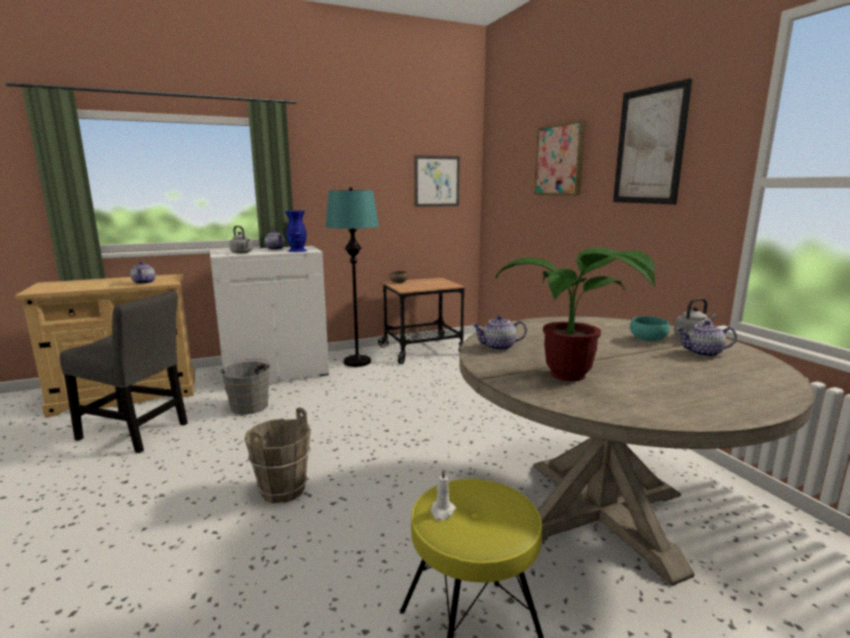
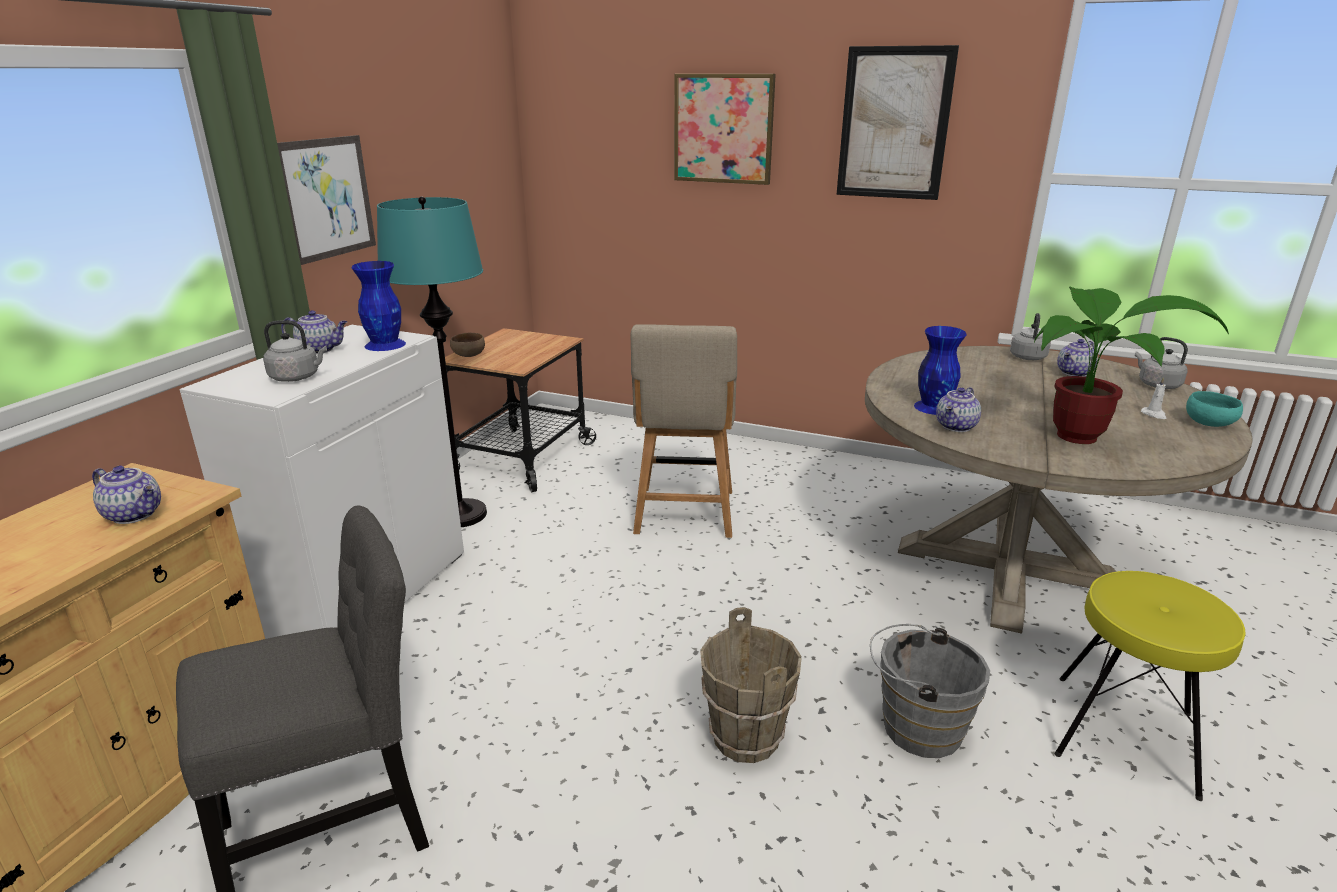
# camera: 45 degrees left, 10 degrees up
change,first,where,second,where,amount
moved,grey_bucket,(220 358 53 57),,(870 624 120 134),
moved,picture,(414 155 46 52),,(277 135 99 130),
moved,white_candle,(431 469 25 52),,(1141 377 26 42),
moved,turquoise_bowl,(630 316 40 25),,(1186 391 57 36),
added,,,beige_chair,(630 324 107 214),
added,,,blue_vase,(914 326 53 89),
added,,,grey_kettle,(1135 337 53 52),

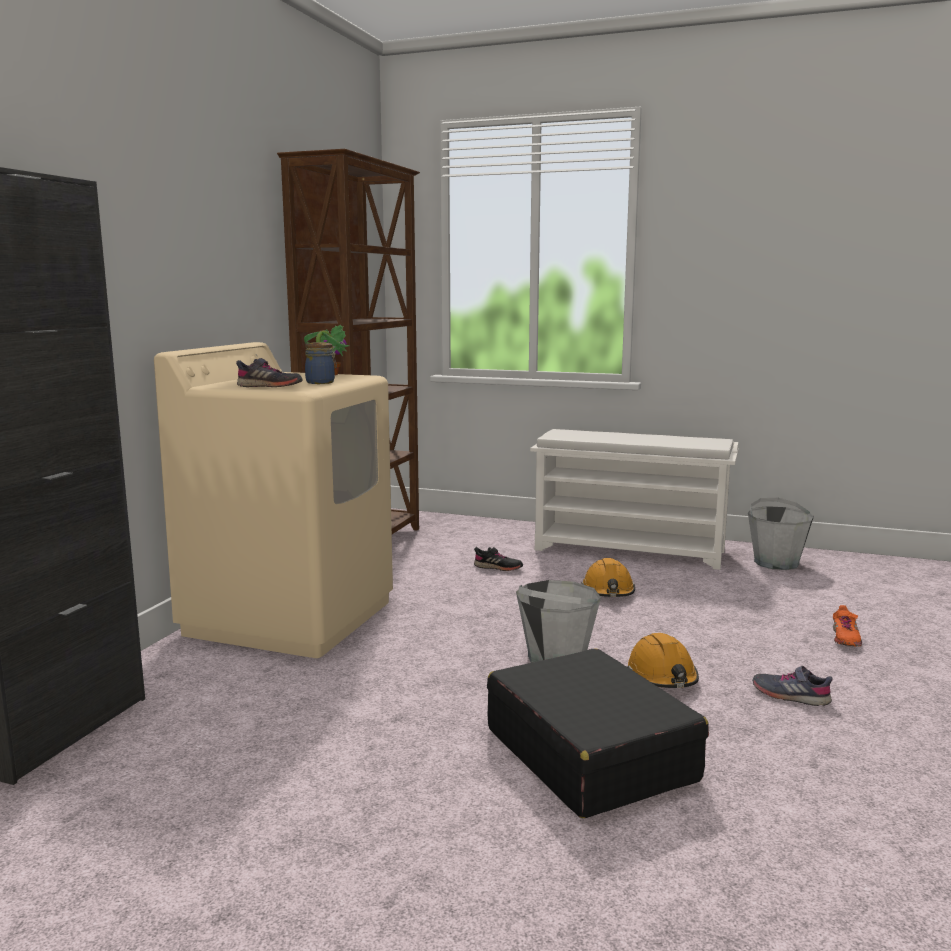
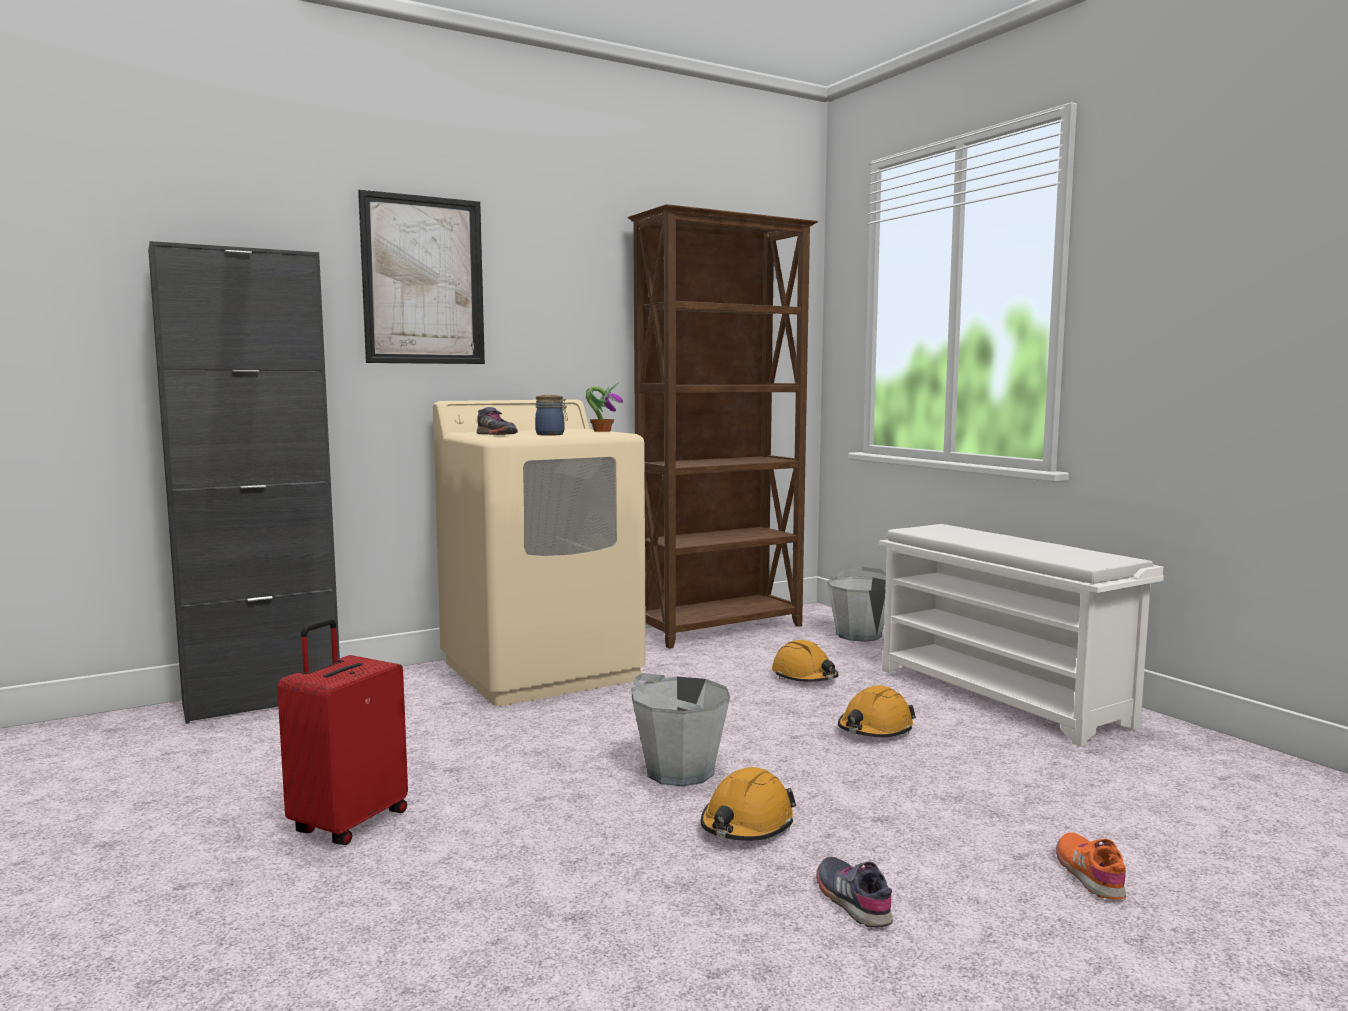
# camera: 40 degrees right, 5 degrees down
change,first,where,second,where,amount
replaced,black_shoe,(474 547 49 24),orange_hard_hat,(772 640 67 42),
removed,black_suitcase,(487 649 222 169),,,
moved,grey_bucket,(748 498 66 72),,(827 567 59 75),
turned,orange_shoe,(833 605 29 41),,(1056 832 71 68),120 degrees clockwise
added,,,red_suitcase,(277 619 131 226),
added,,,picture,(358 189 127 175),

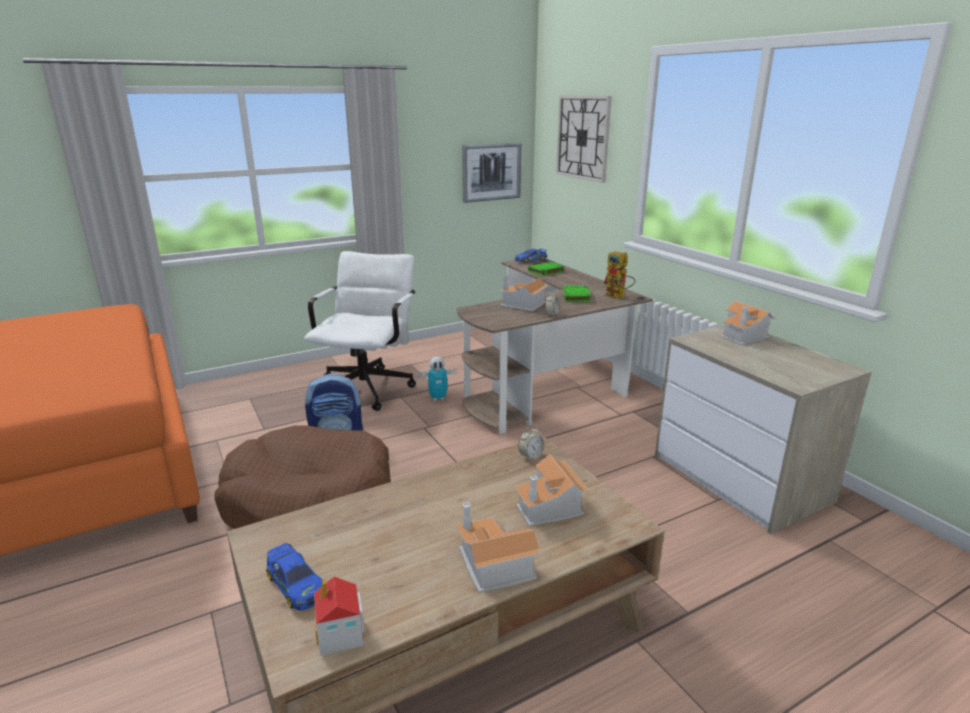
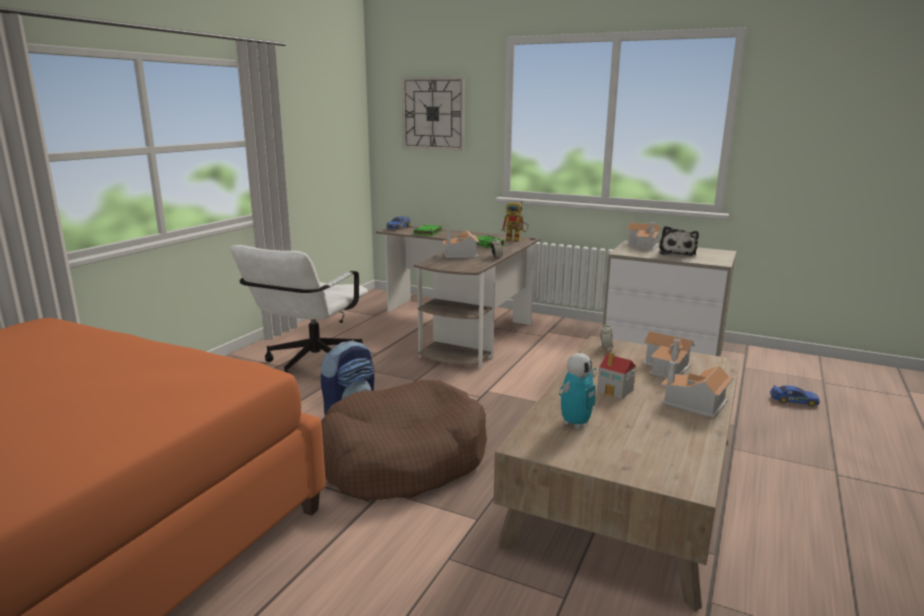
# camera: 35 degrees left, 5 degrees down
change,first,where,second,where,amount
moved,toy_car,(266 543 56 68),,(770 385 50 22),
turned,white_office_chair,(304 251 112 160),,(230 245 138 128),135 degrees counterclockwise
moved,toy_house,(314 577 50 79),,(597 352 39 47),
moved,toy_robot,(418 356 39 45),,(559 353 37 76),
removed,picture,(462 143 59 60),,,
added,,,plush_toy,(659 226 40 30),

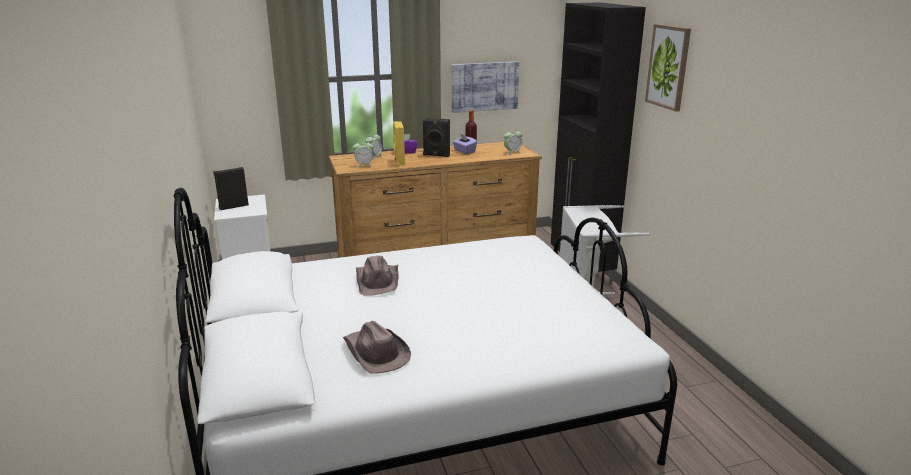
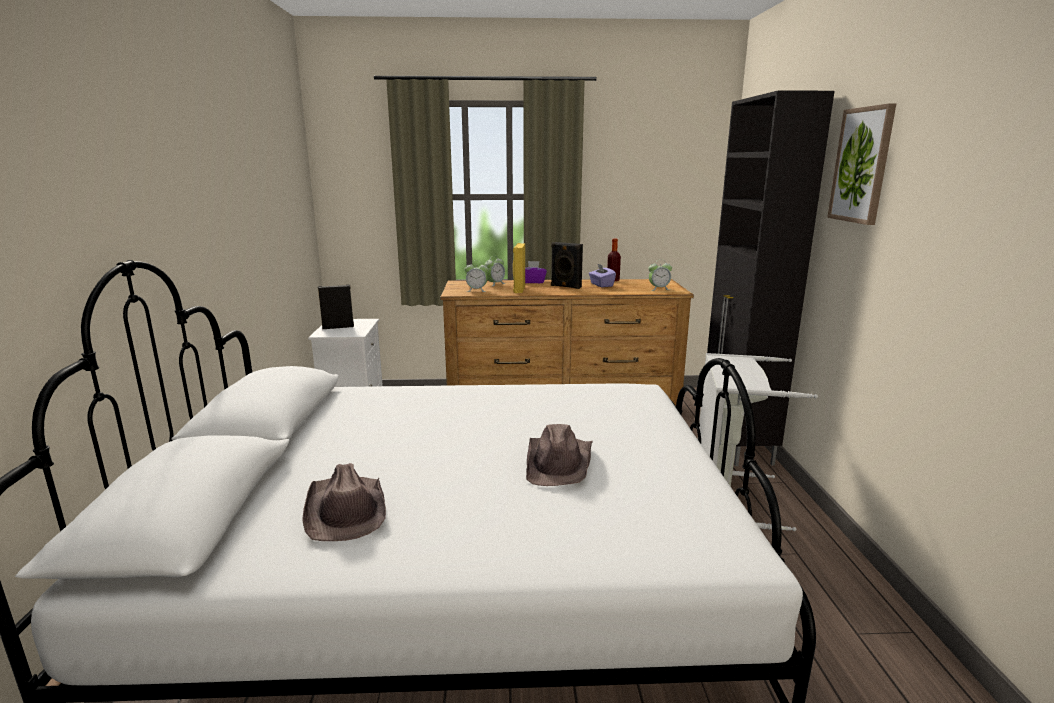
# camera: 15 degrees right, 5 degrees down
change,first,where,second,where,amount
moved,brown_hat,(356 256 43 40),,(526 424 67 62),
removed,picture,(451 62 68 51),,,

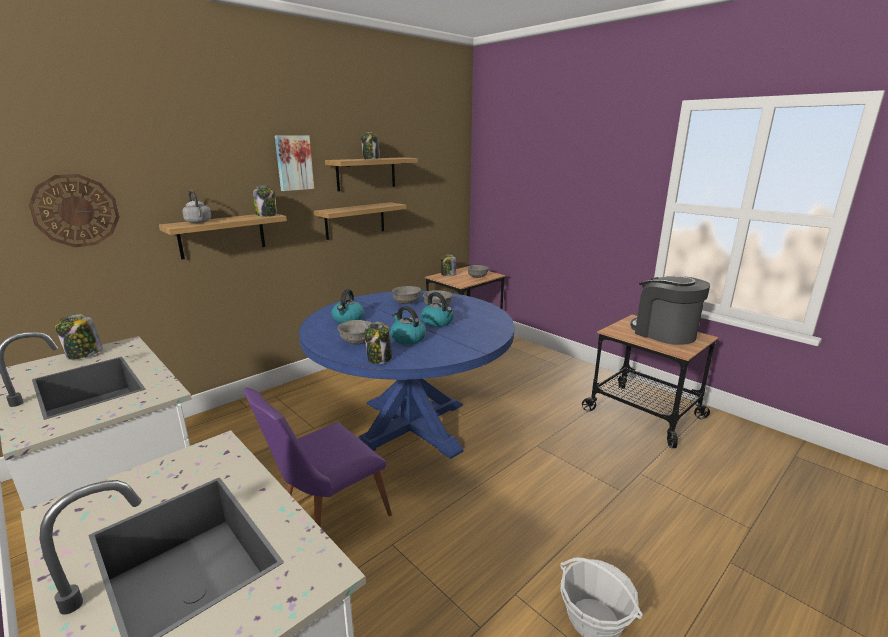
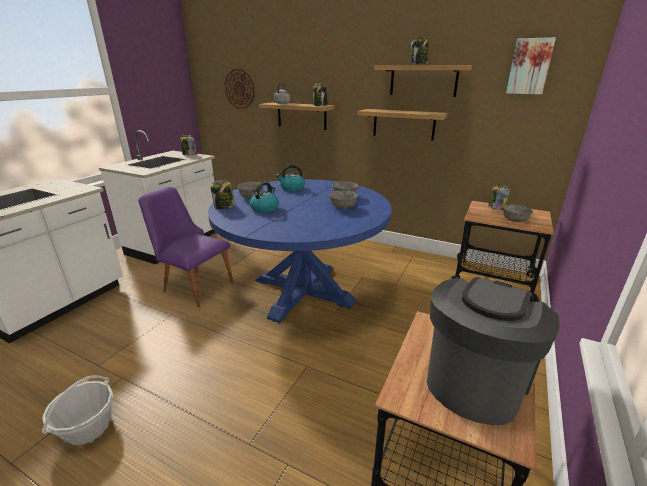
# camera: 70 degrees right, 5 degrees up
change,first,where,second,where,amount
moved,picture,(275 135 39 56),,(506 37 50 57),
removed,kettle,(421 292 33 35),,,

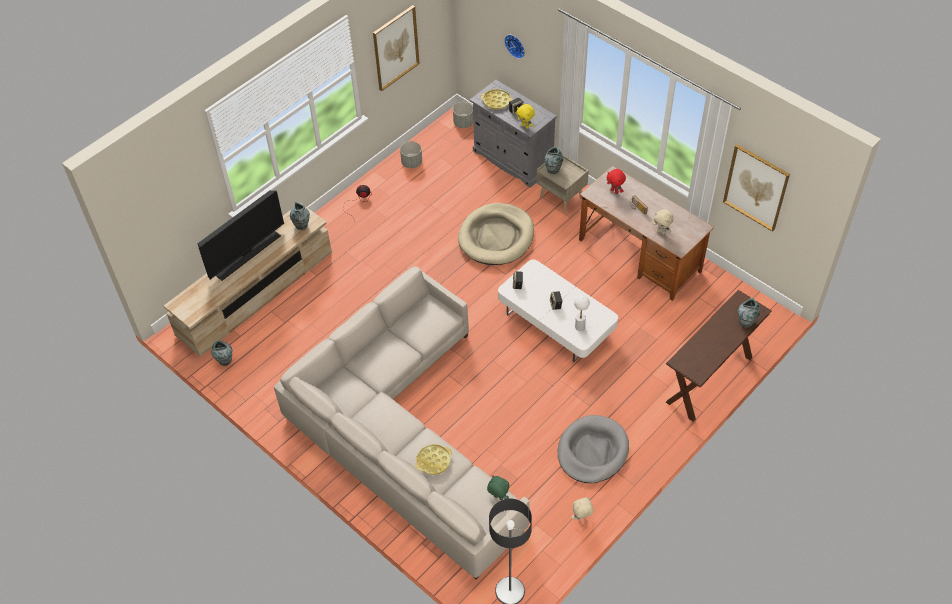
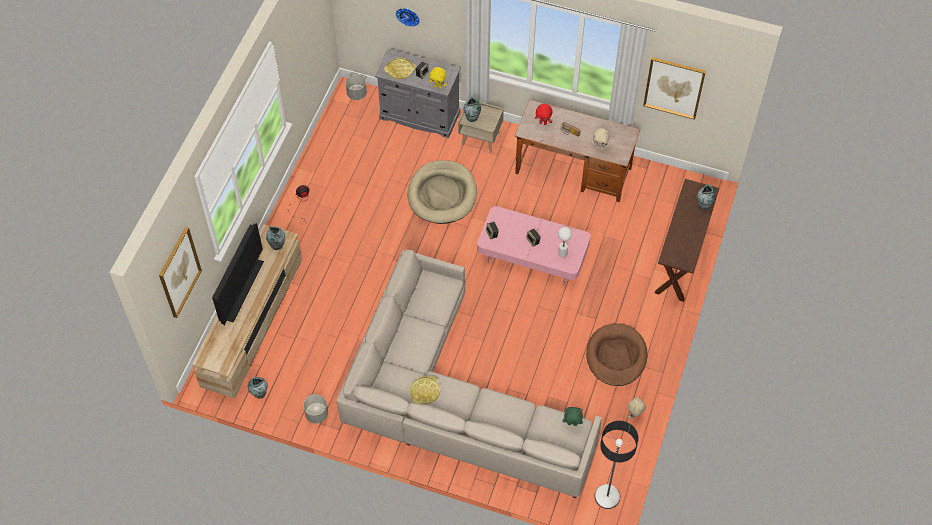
# camera: 25 degrees left, 5 degrees up
change,first,where,second,where,amount
moved,picture,(373 5 47 86),,(159 227 43 91),
moved,grey_planter,(400 141 22 27),,(303 394 25 29),
moved,yellow_tray,(415 444 37 31),,(410 376 30 28),
recoloured,white_coffee_table,(498 259 120 103),pink_coffee_table,(477 206 114 80),
recoloured,grey_dog_bed,(558 415 71 68),brown_dog_bed,(586 323 62 63),

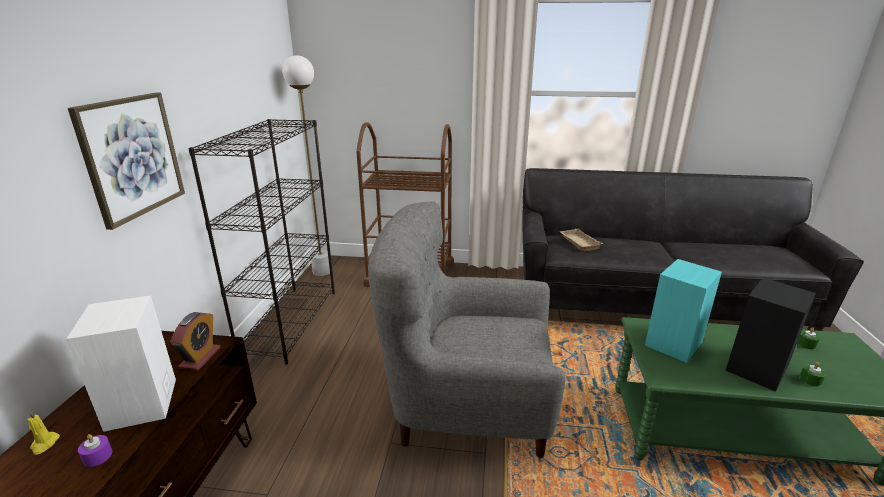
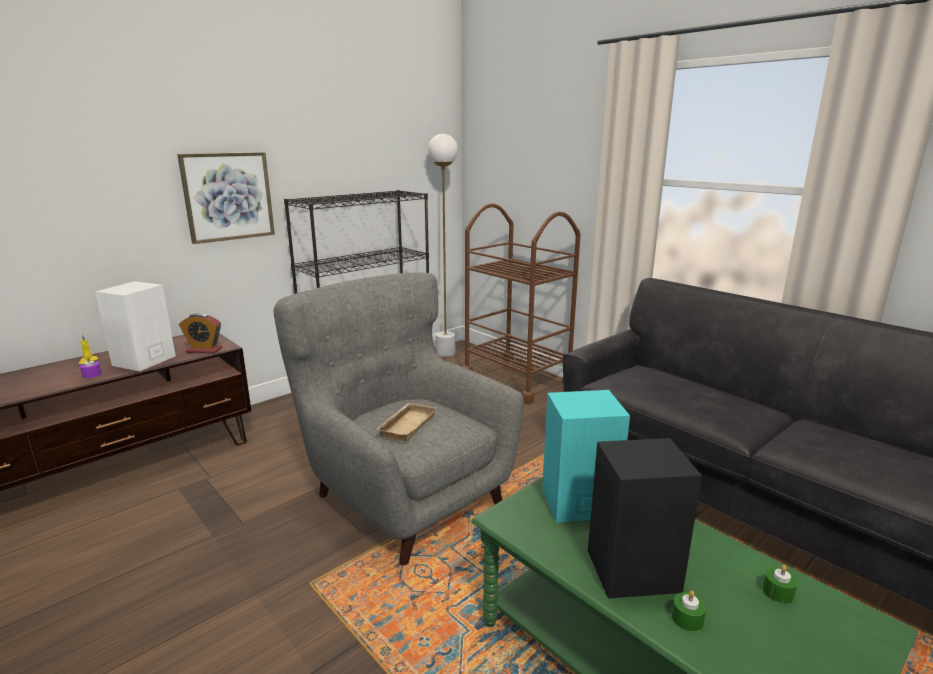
# camera: 40 degrees right, 5 degrees down
change,first,where,second,where,amount
turned,alarm_clock,(170 312 51 59),,(179 313 43 41),45 degrees clockwise
moved,beige_tray,(560 228 43 23),,(376 403 60 39),

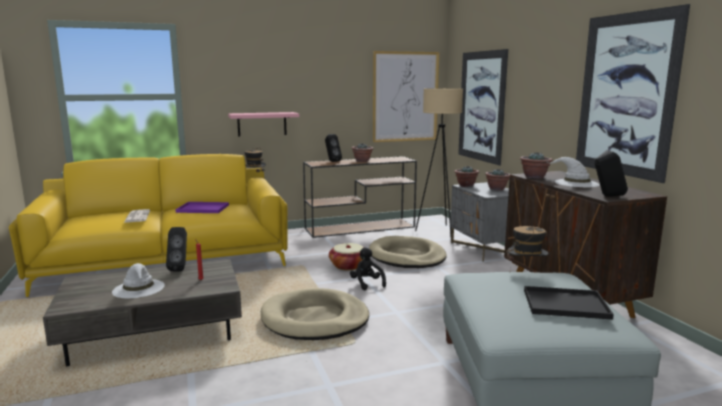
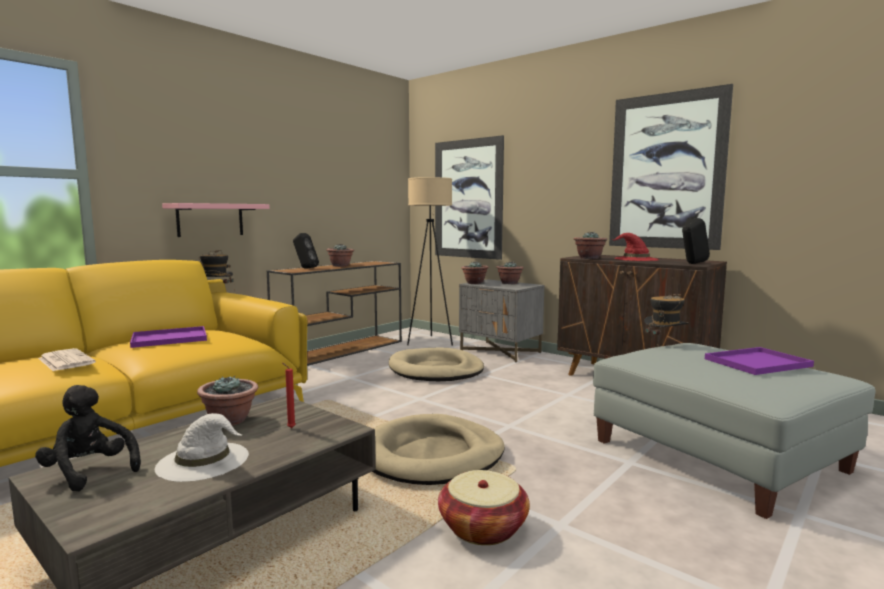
# camera: 30 degrees left, 5 degrees down
change,first,where,second,where,amount
replaced,black_speaker,(166 227 21 44),potted_plant,(197 376 61 50),
moved,basket,(329 243 34 28),,(438 470 92 75),
moved,black_plush_toy,(350 247 36 43),,(35 385 106 106),
removed,picture,(373 51 66 91),,,
recoloured,black_tray,(524 286 90 34),purple_tray,(705 347 109 28),
recoloured,white_hat,(549 157 51 31),red_hat,(611 233 48 28),

